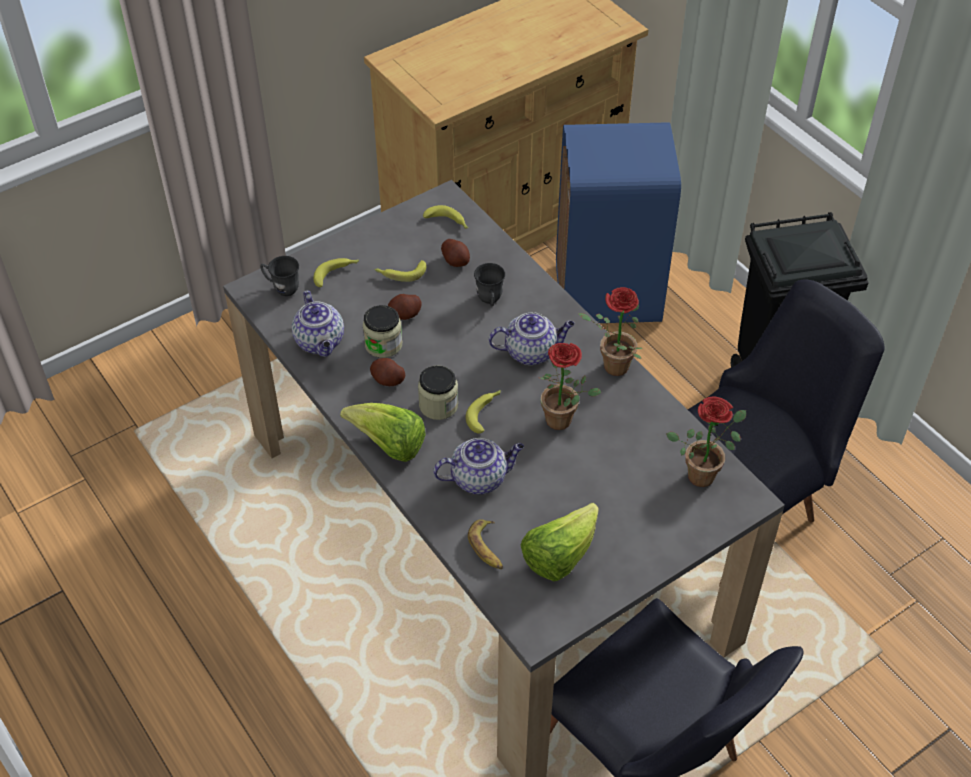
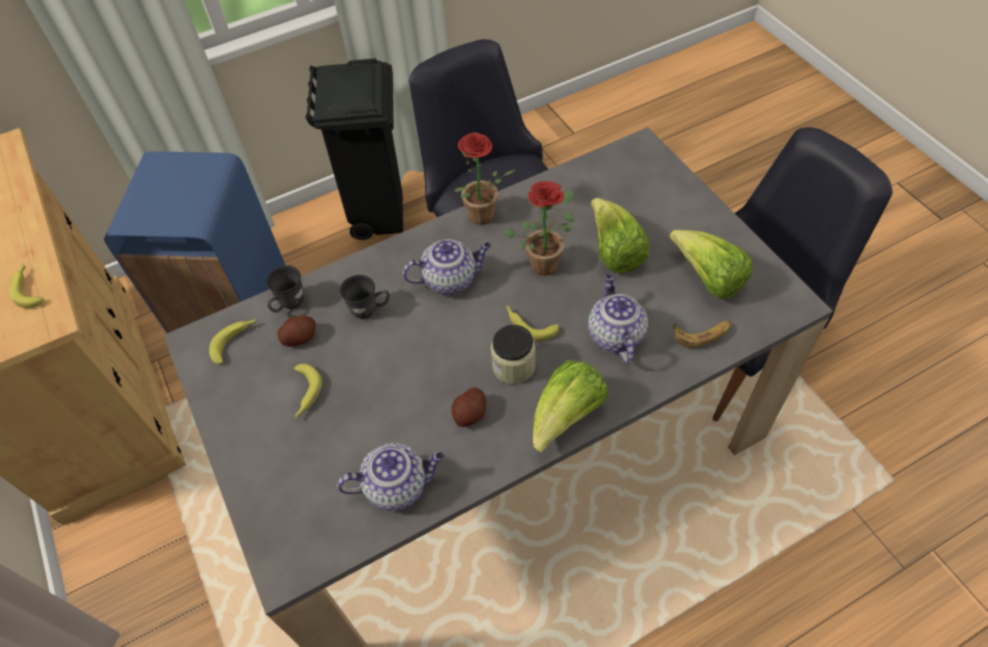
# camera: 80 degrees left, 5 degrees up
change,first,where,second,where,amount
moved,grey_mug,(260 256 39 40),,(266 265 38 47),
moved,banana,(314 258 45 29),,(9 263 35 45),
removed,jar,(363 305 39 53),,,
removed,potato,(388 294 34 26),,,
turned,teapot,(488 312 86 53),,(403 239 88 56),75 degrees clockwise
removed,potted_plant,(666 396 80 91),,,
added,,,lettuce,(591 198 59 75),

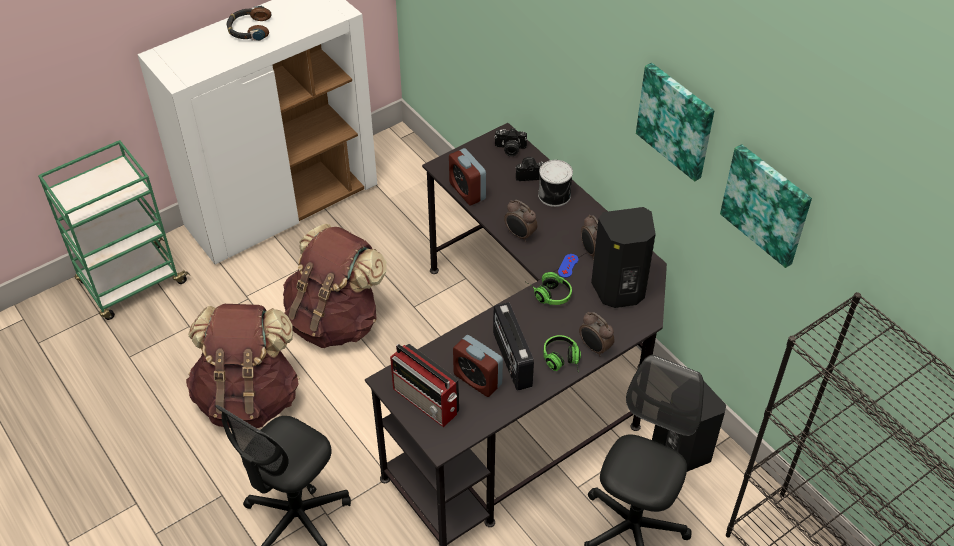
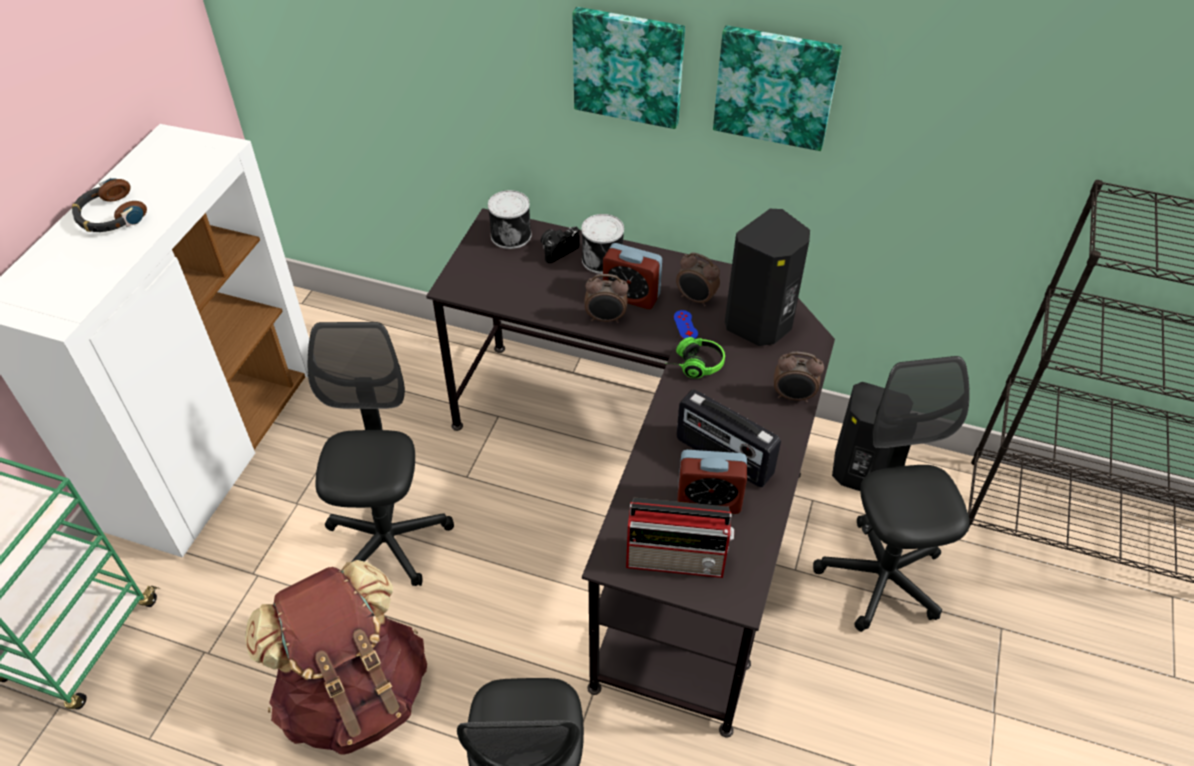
# camera: 35 degrees left, 0 degrees up
change,first,where,second,where,amount
replaced,brown_backpack,(283 223 104 125),black_office_chair,(308 322 146 264),
moved,alarm_clock,(449 148 37 57),,(603 243 59 66),
replaced,photo_camera,(494 128 33 29),can,(488 190 43 59),
removed,headphones,(543 335 38 36),,,
moved,picture,(720 144 92 124),,(572 7 113 122),

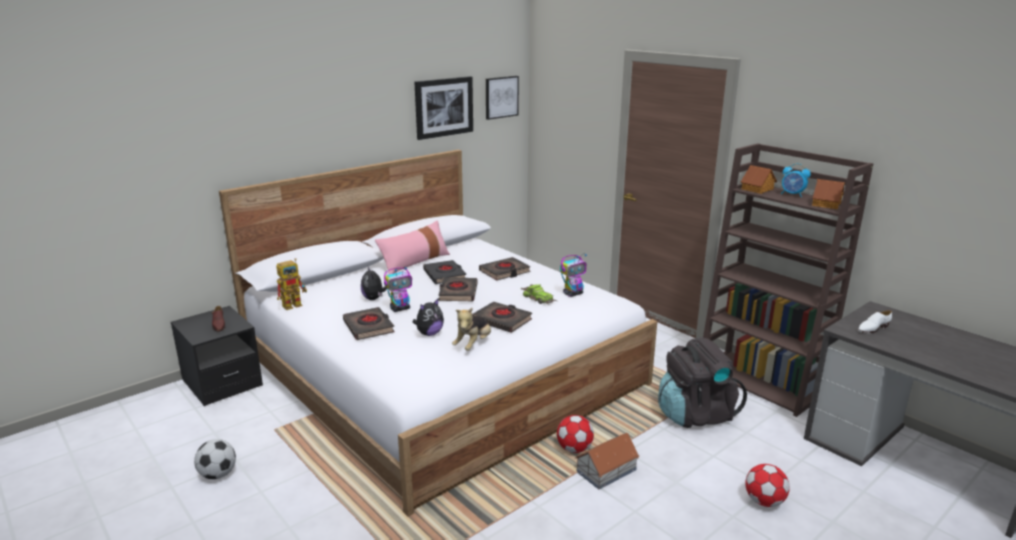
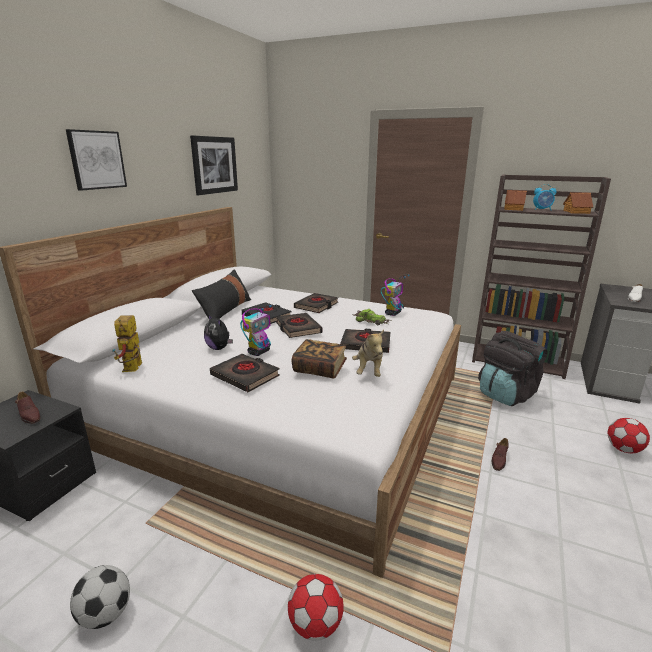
# camera: 25 degrees left, 0 degrees up
change,first,where,second,where,amount
turned,toy_robot,(276 258 31 52),,(112 315 30 57),150 degrees clockwise
recoloured,pink_pillow,(375 220 75 54),black_pillow,(192 269 59 50),
replaced,plush_toy,(413 299 31 37),book,(292 339 55 40),
moved,picture,(486 76 33 44),,(66 129 61 62),
moved,football,(557 415 37 38),,(288 574 55 66),
replaced,toy_house,(575 433 64 56),brown_shoe,(492 438 17 33),

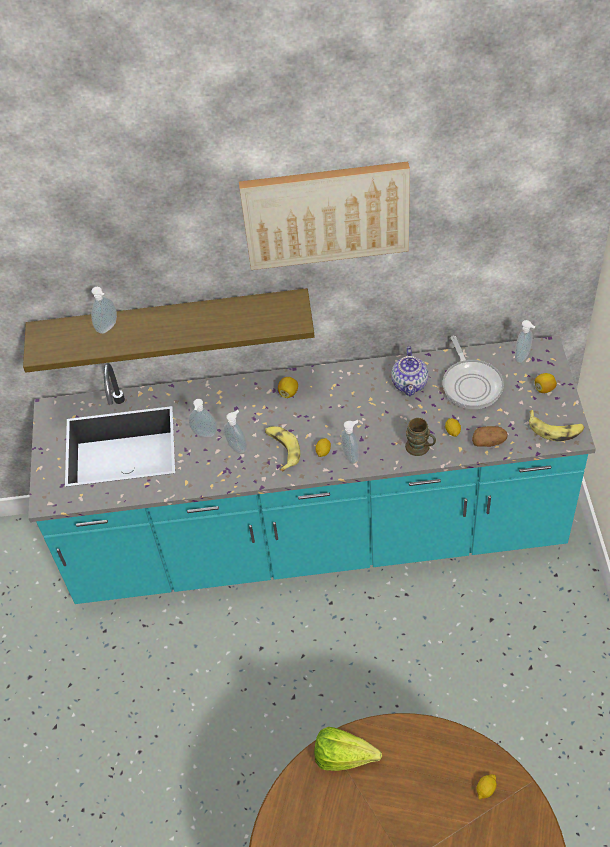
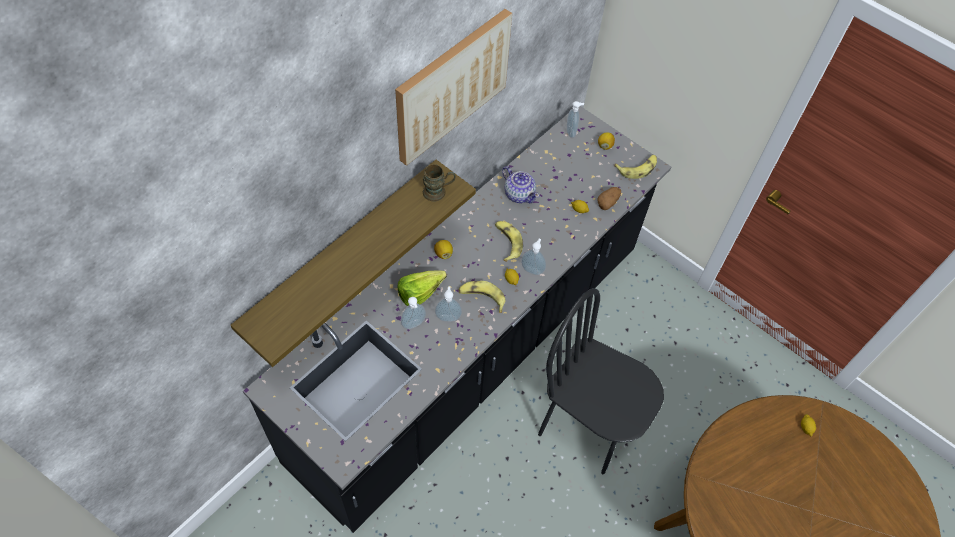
# camera: 50 degrees left, 5 degrees up
change,first,where,second,where,amount
recoloured,turquoise_counter,(28 336 568 268),black_counter,(243 106 428 427),
removed,soap_dispenser,(91 287 26 47),,,
moved,lettuce,(314 727 68 44),,(398 271 49 35),
moved,brown_mug,(405 418 31 38),,(423 164 32 37),
removed,frying_pan,(443 336 61 73),,,
added,,,banana,(495 221 28 41),
added,,,black_chair,(538 288 126 186),

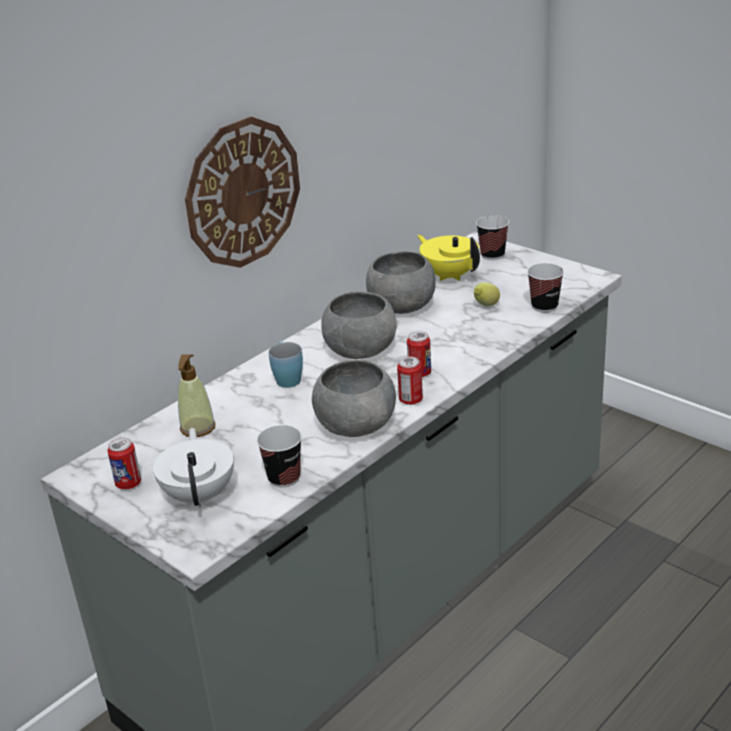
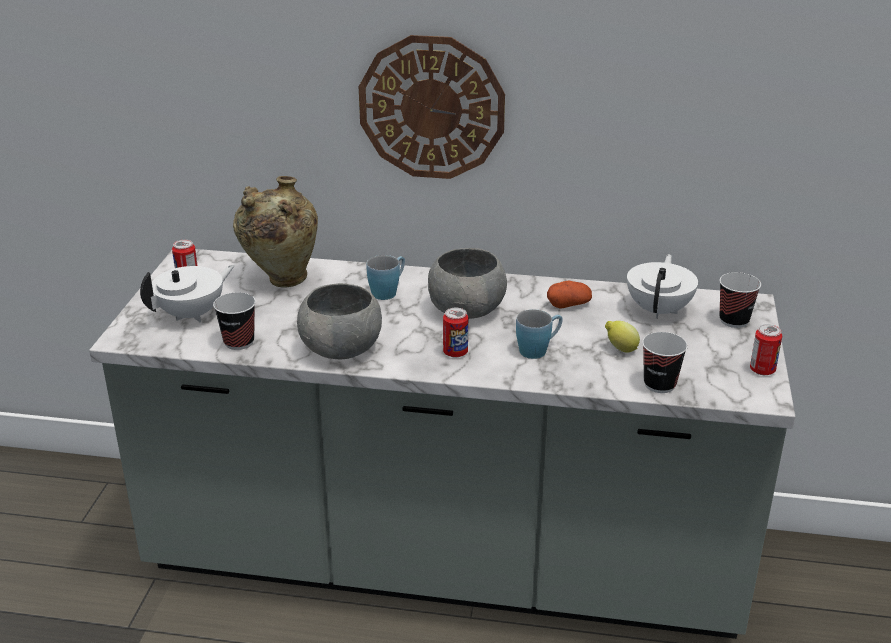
# camera: 55 degrees right, 0 degrees up
change,first,where,second,where,amount
replaced,soap_dispenser,(178 354 38 83),beige_vase,(233 176 85 111),
replaced,grey_bowl,(366 251 70 63),potato,(547 281 45 28),
moved,can,(397 357 26 48),,(750 324 32 51),
recoloured,yellow_teapot,(417 235 63 46),white_teapot,(627 254 71 65),
added,,,blue_mug,(516 309 47 50),

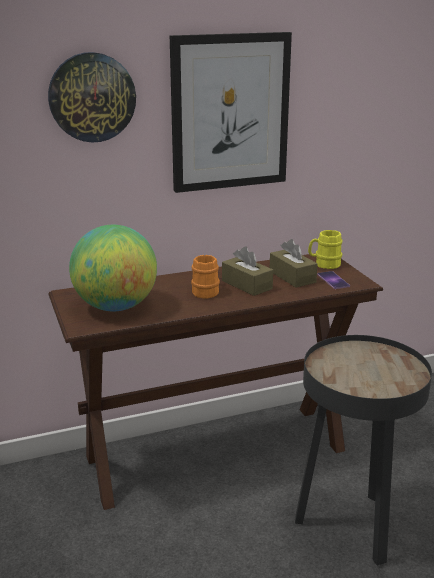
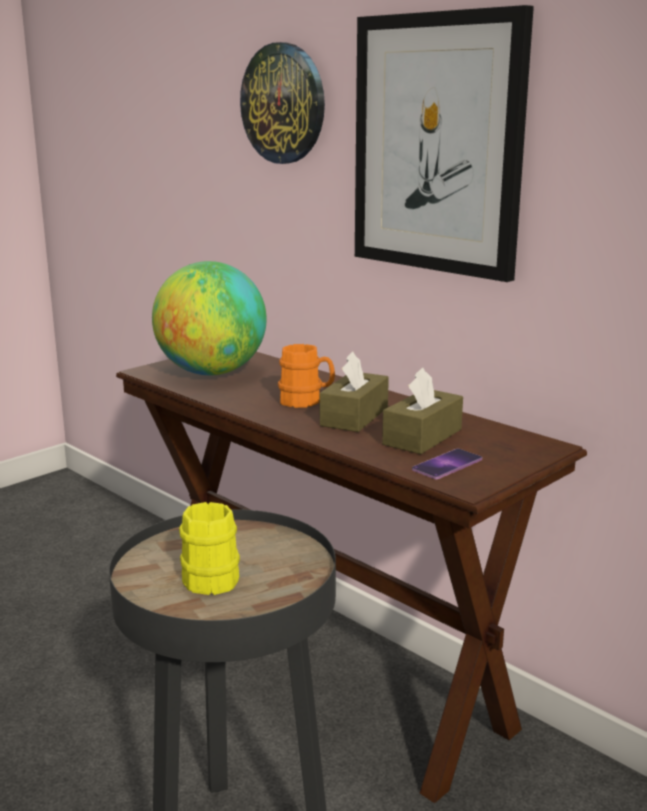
# camera: 65 degrees right, 5 degrees down
change,first,where,second,where,amount
moved,yellow_mug,(308 230 34 39),,(179 502 61 93),

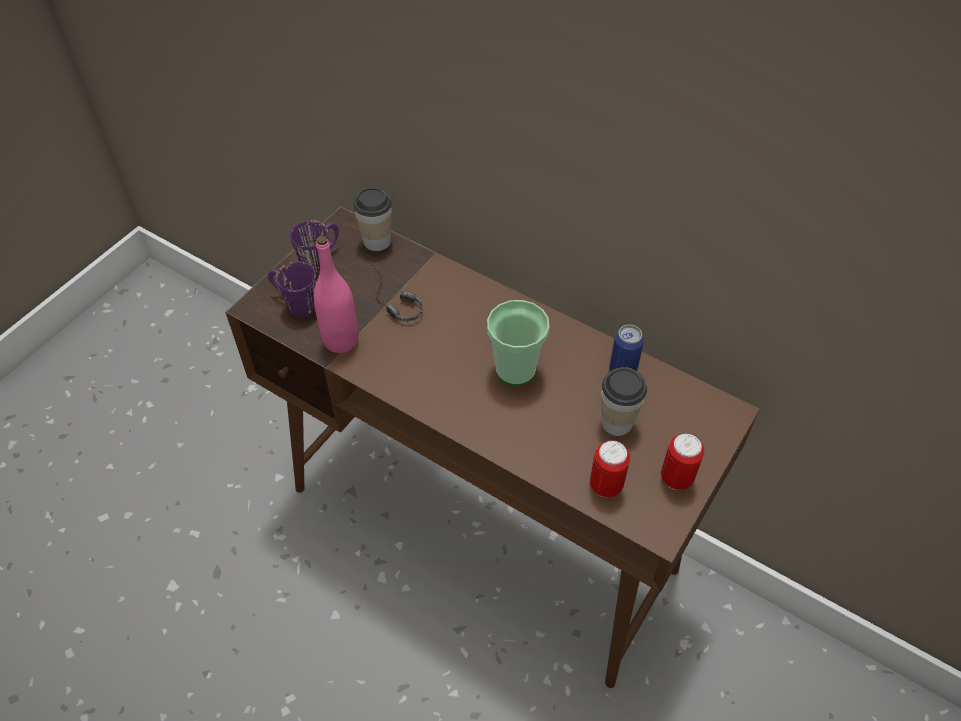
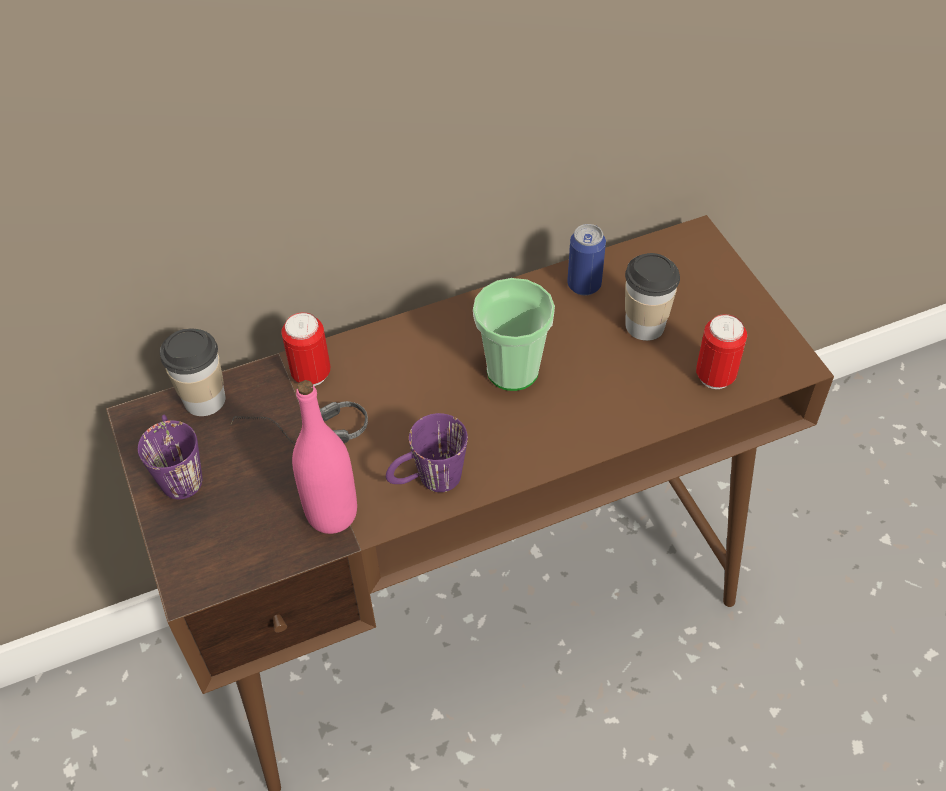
# camera: 55 degrees left, 0 degrees up
change,first,where,second,where,amount
moved,purple_mug,(268 261 48 56),,(386 413 82 79),
moved,can,(661 433 43 57),,(282 312 48 74),

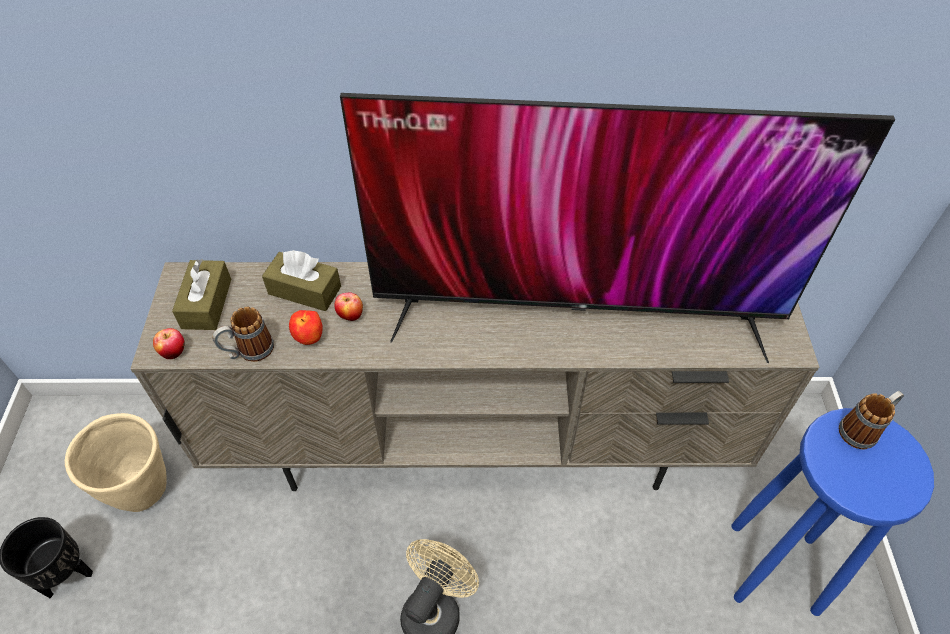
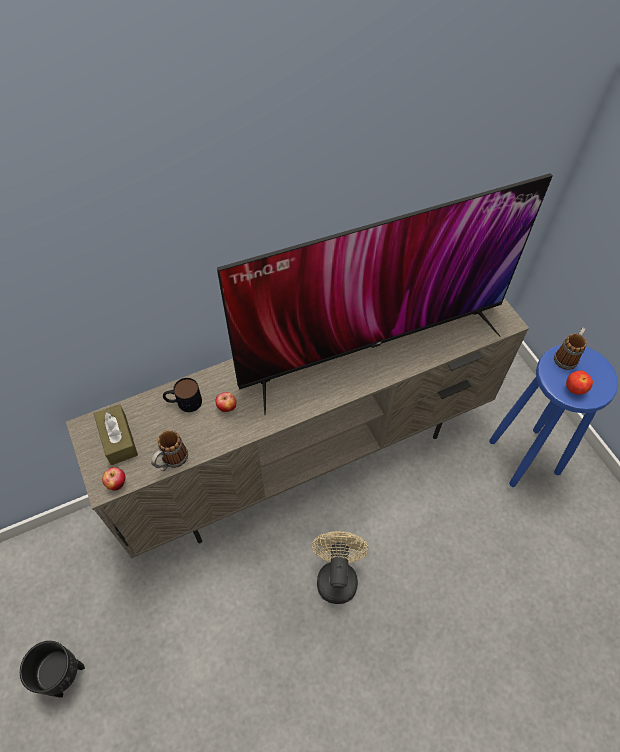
# camera: 25 degrees left, 5 degrees up
change,first,where,second,where,amount
removed,beige_planter,(65 413 102 99),,,
replaced,brown_tissue_box,(262 250 79 61),mug,(163 378 39 34),
moved,apple,(289 310 34 35),,(566 370 27 25),

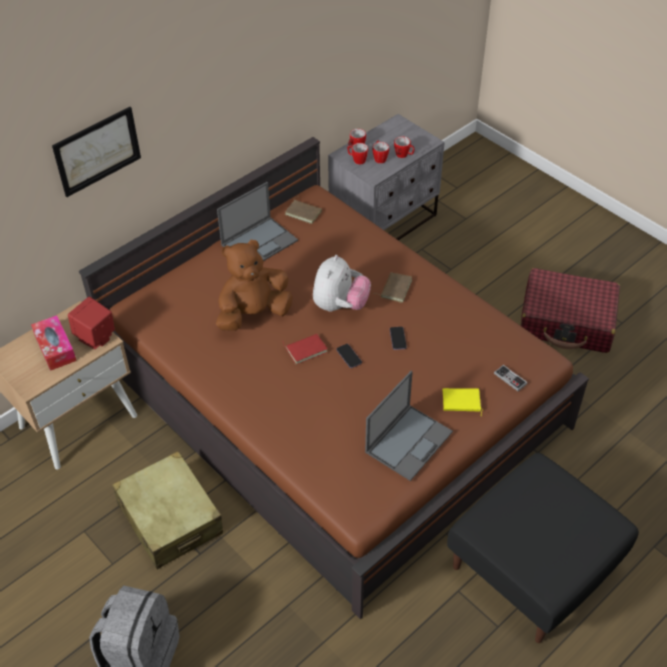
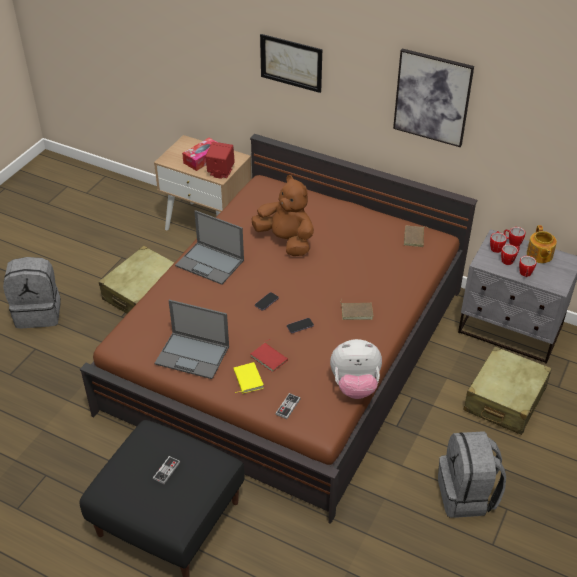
# camera: 70 degrees right, 5 degrees down
change,first,where,second,where,amount
moved,laptop,(217 182 81 79),,(175 210 69 75),
moved,red_book,(283 334 45 30),,(250 339 38 34),
moved,plush_toy,(313 255 58 57),,(330 339 52 60),
replaced,red_suitcase,(521 268 99 85),grey_backpack,(438 431 68 87),
added,,,game_controller,(153 456 28 28),
added,,,picture,(393 48 81 99),
added,,,beige_suitcase,(463 346 89 89),
added,,,teapot,(527 225 30 38),

